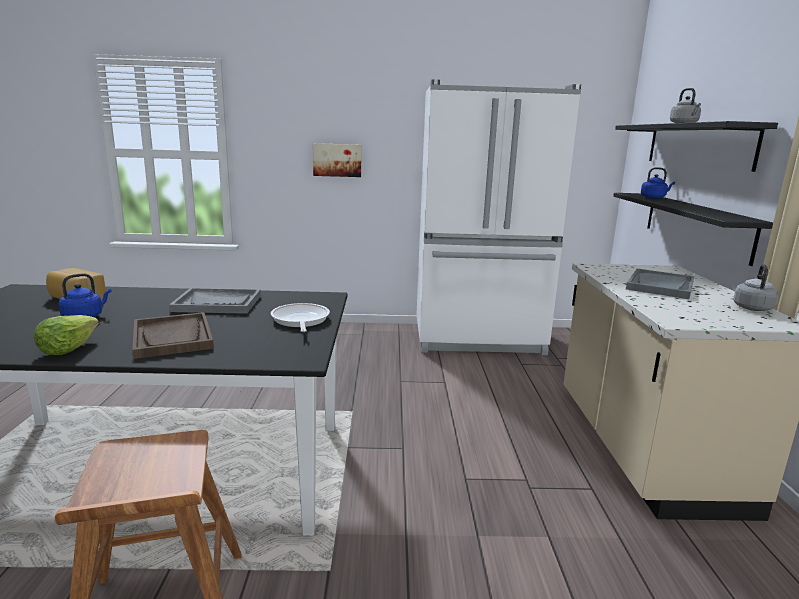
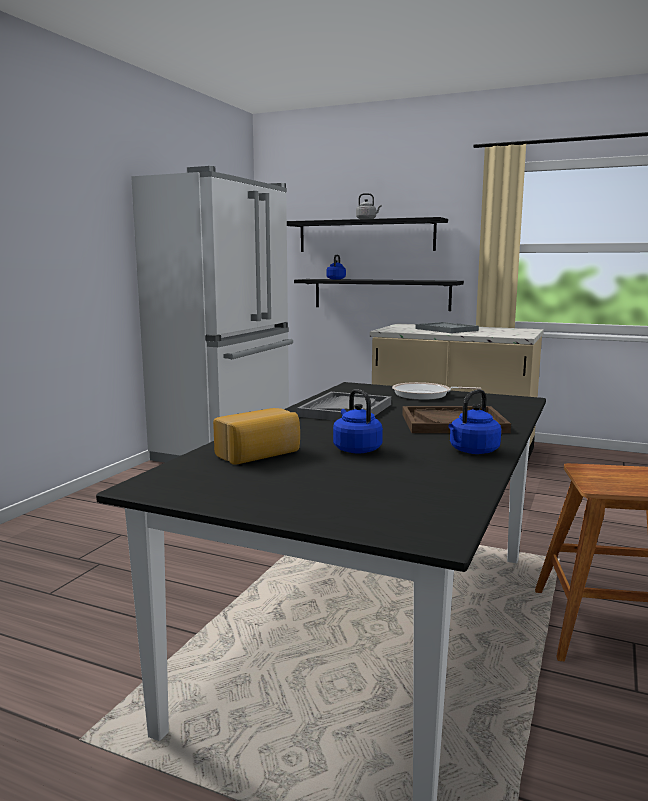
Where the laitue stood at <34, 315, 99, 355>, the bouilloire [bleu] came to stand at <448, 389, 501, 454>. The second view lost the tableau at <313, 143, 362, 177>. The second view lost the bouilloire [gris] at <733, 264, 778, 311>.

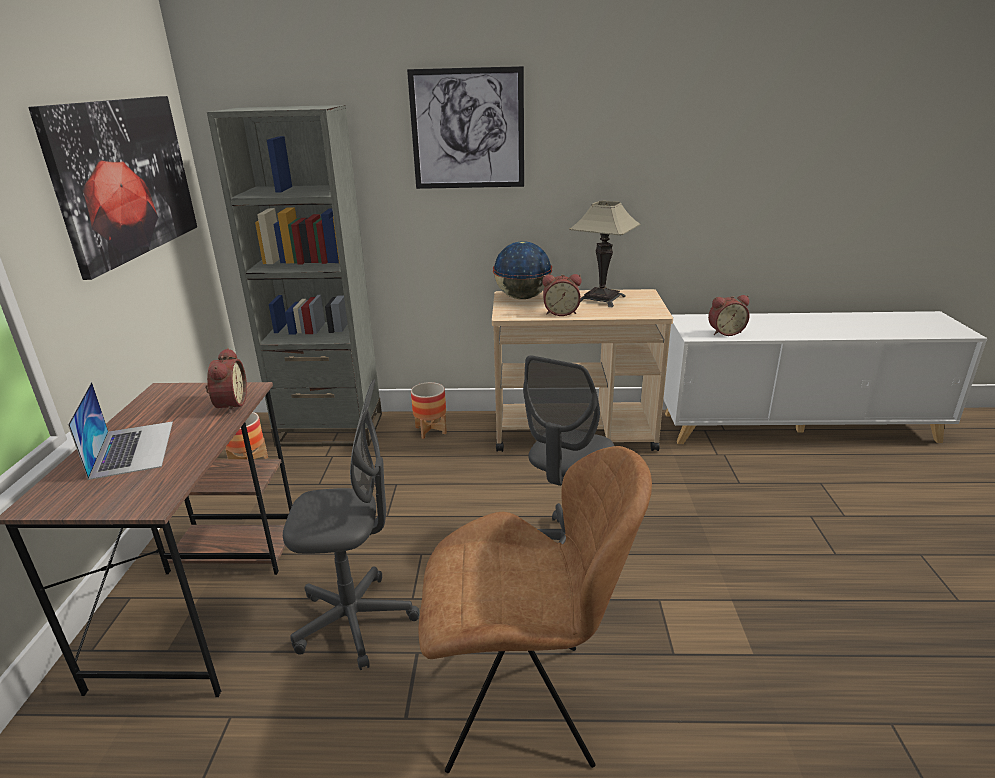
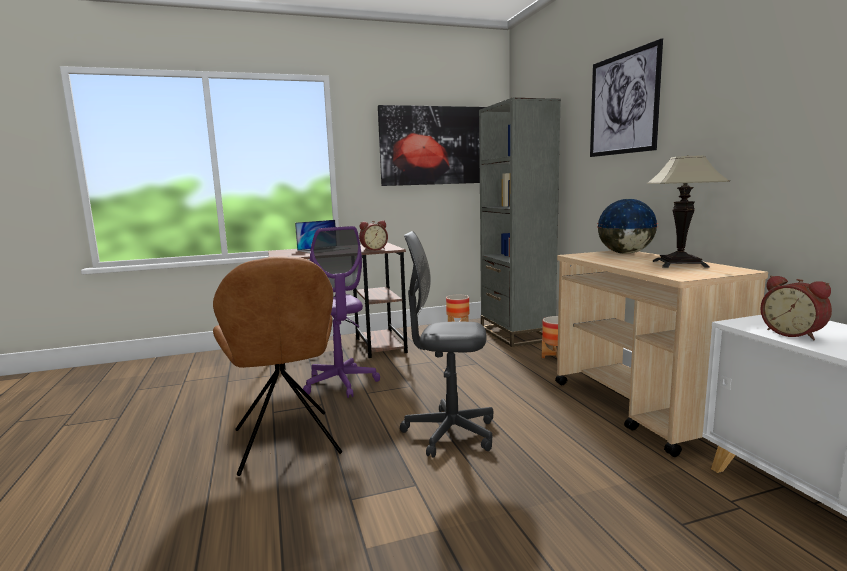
What was the chaise de bureau [gris] at <283, 380, 419, 670> turned into the chaise de bureau [violet] at <303, 226, 380, 398>. The second view lost the réveil at <542, 274, 582, 316>.

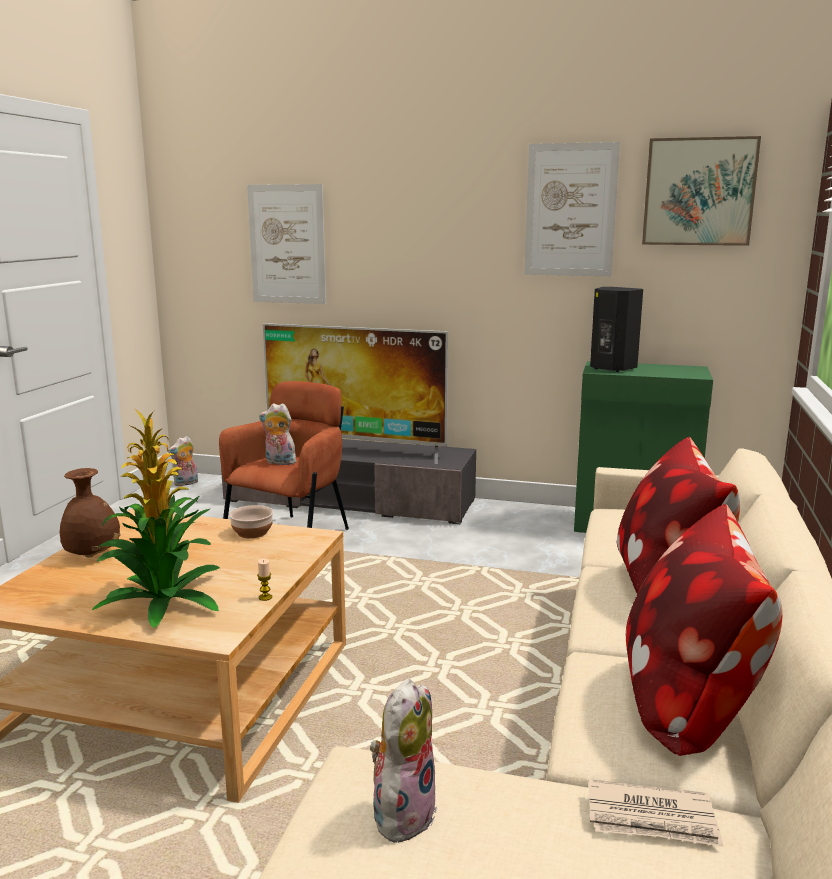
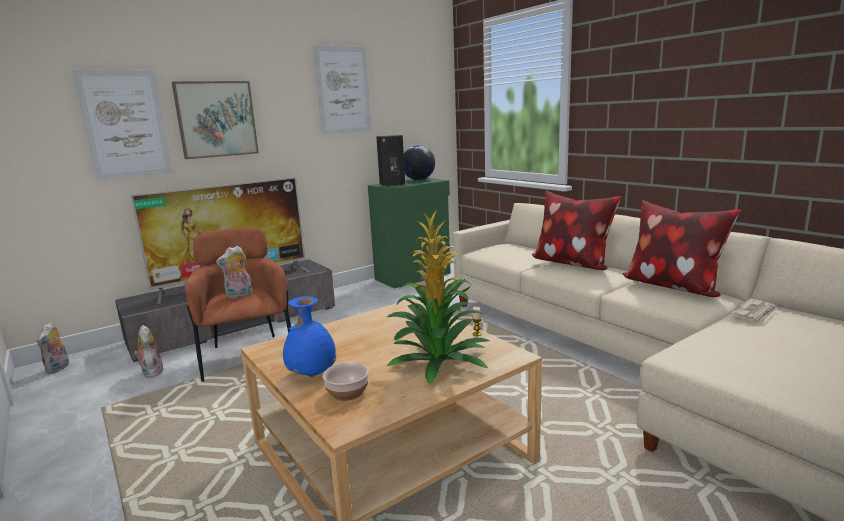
The peluche ended up elsewhere, having gone from <370, 679, 437, 843> to <134, 325, 164, 377>. The tableau ended up elsewhere, having gone from <642, 136, 761, 246> to <172, 81, 259, 159>. What was the vase [marron] at <59, 468, 121, 558> turned into the vase [bleu] at <283, 296, 336, 377>. The bol ended up elsewhere, having gone from <229, 505, 273, 538> to <323, 362, 369, 401>. The second view gained the globe at <404, 145, 435, 180>.

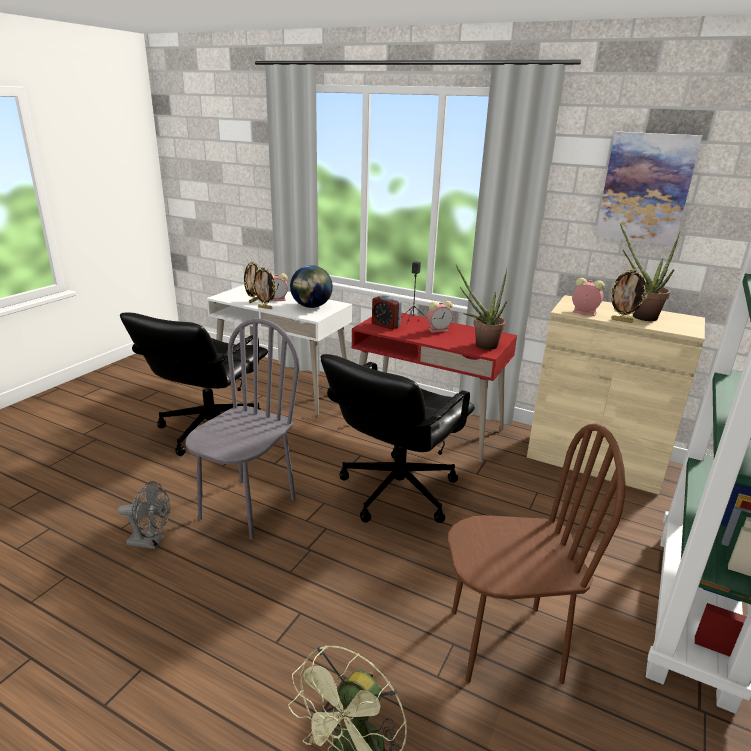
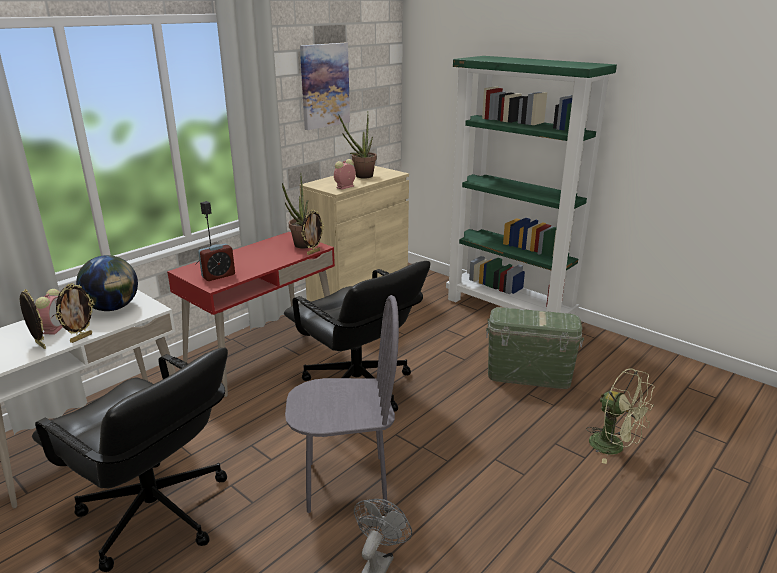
The chaise [gris] at <185, 318, 300, 540> ended up facing another way, 135 degrees clockwise from before. The cadre photo ended up elsewhere, having gone from <609, 268, 648, 323> to <301, 210, 324, 255>. Where the chaise [marron] stood at <448, 424, 625, 684>, the boîte de rangement [vert] came to stand at <486, 307, 584, 389>. The second view lost the réveil at <427, 301, 453, 333>.

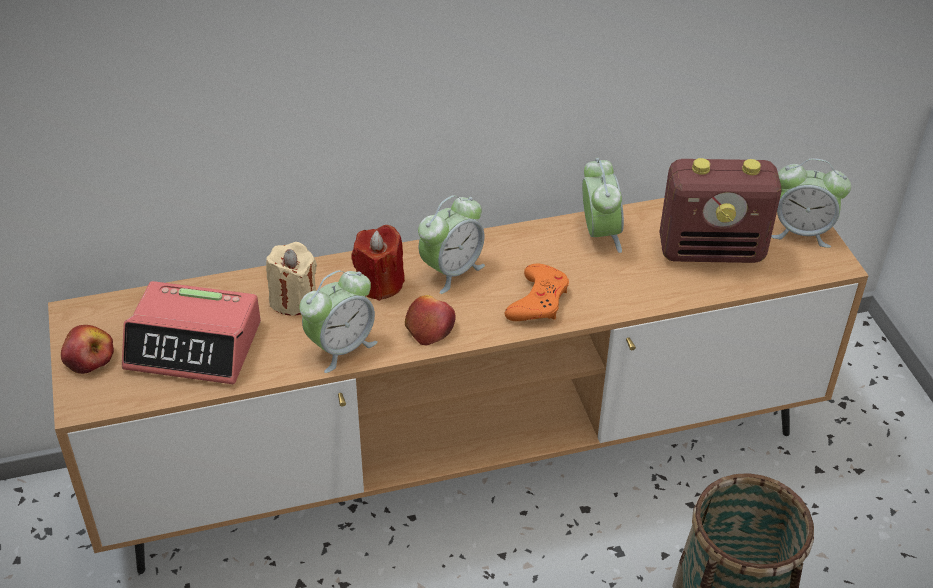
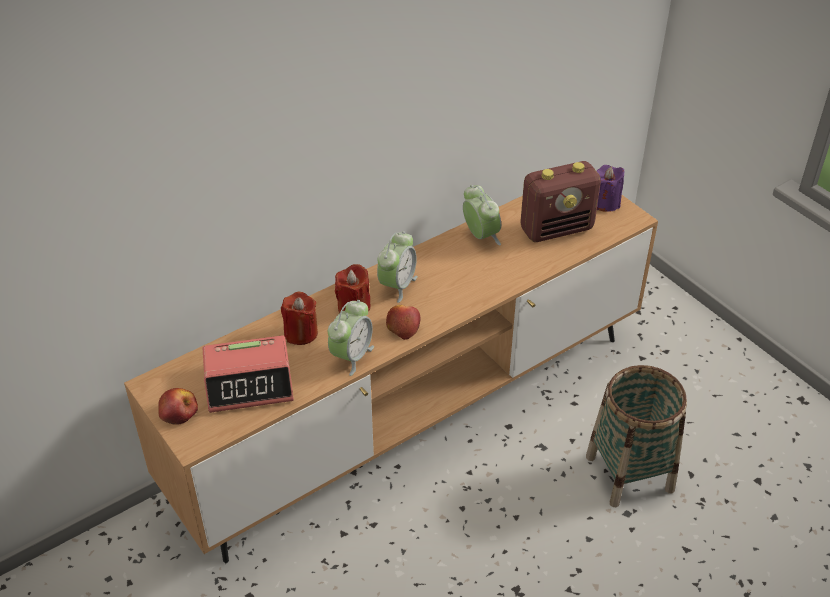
What was the bougie [beige] at <266, 242, 317, 315> turned into the bougie [rouge] at <281, 291, 318, 345>. Where the réveil stood at <771, 158, 851, 248>, the bougie [violet] came to stand at <597, 165, 624, 212>. The second view lost the manette [orange] at <505, 264, 569, 321>.

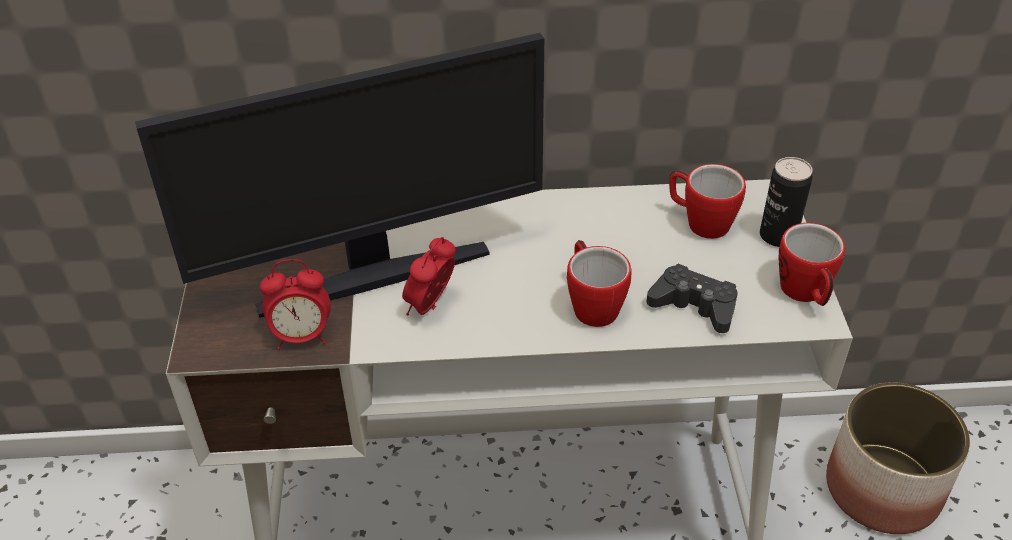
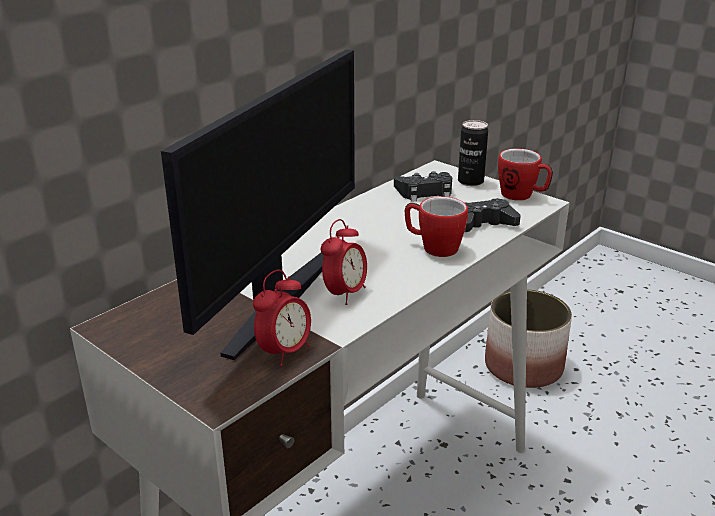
The réveil at <402, 237, 456, 315> ended up facing another way, 135 degrees counterclockwise from before. Where the mug stood at <669, 164, 746, 239>, the manette [noir] came to stand at <394, 171, 452, 202>.

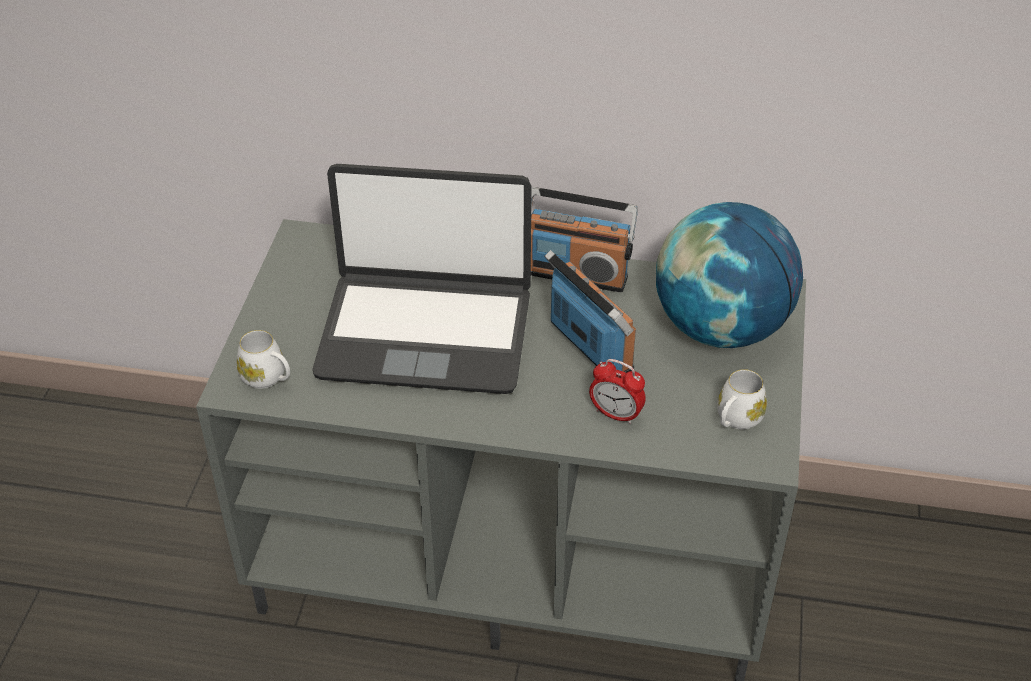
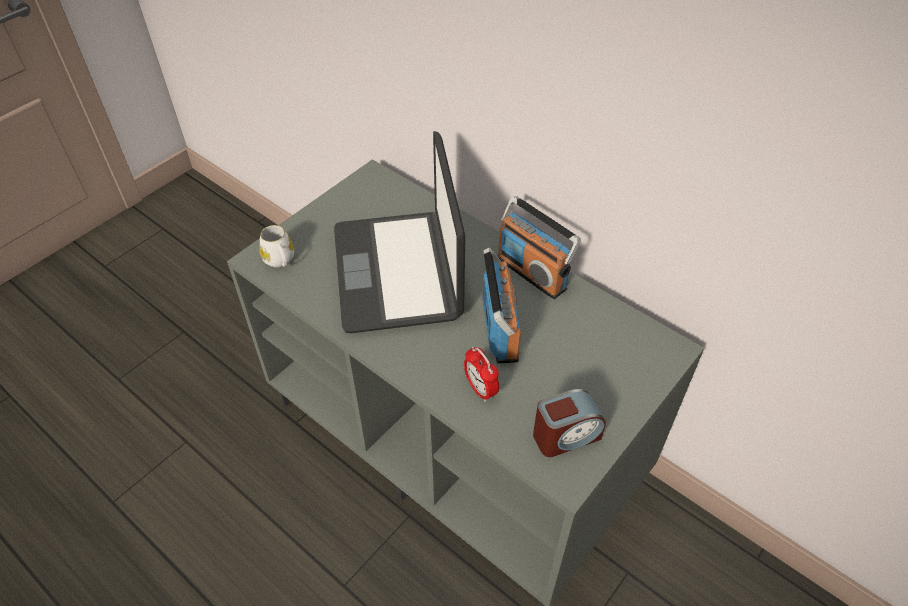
The ordinateur portable at <312, 164, 532, 394> ended up facing another way, 45 degrees clockwise from before. Where the mug [blanc] stood at <717, 369, 767, 429>, the réveil came to stand at <533, 389, 606, 457>. The second view lost the globe at <656, 202, 803, 348>.

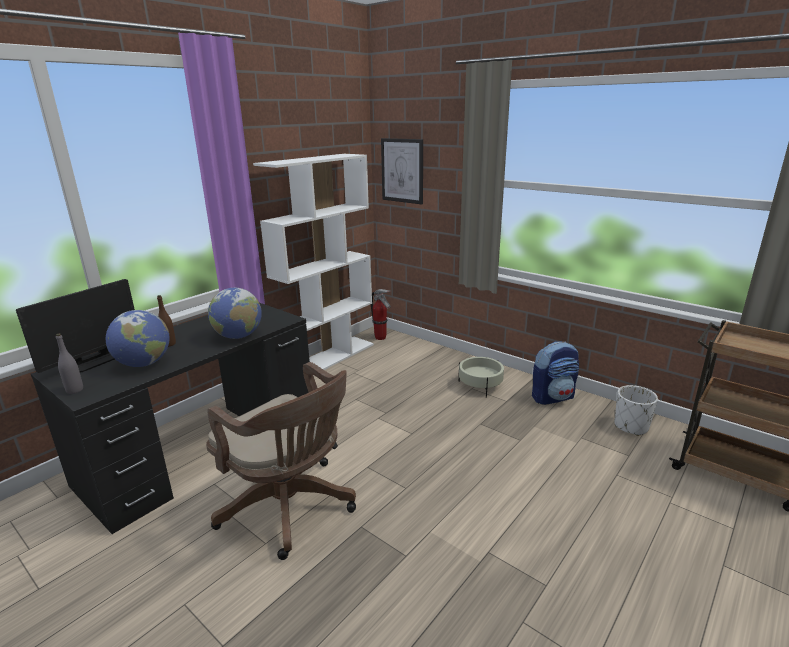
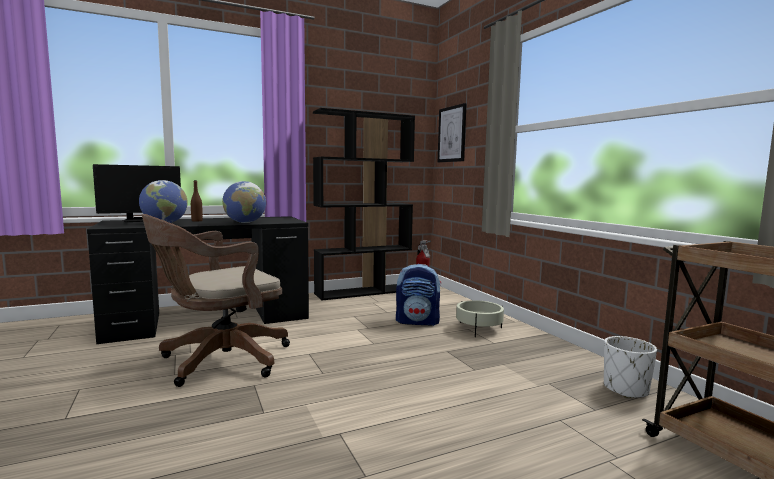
The chaise de bureau [marron] at <206, 362, 356, 560> ended up facing another way, 75 degrees clockwise from before. What was the bibliothèque [blanc] at <253, 154, 374, 376> turned into the bibliothèque [noir] at <313, 108, 415, 300>. The sac à dos ended up elsewhere, having gone from <532, 341, 579, 405> to <396, 264, 442, 326>. The second view lost the bouteille [gris] at <56, 334, 83, 394>.

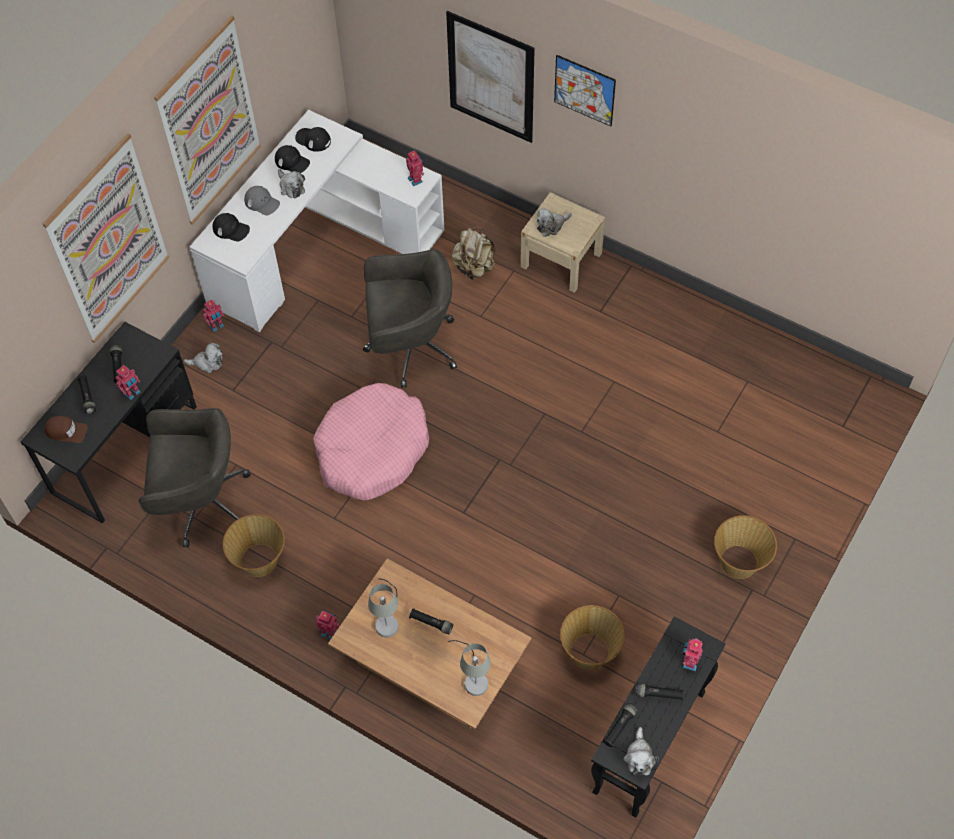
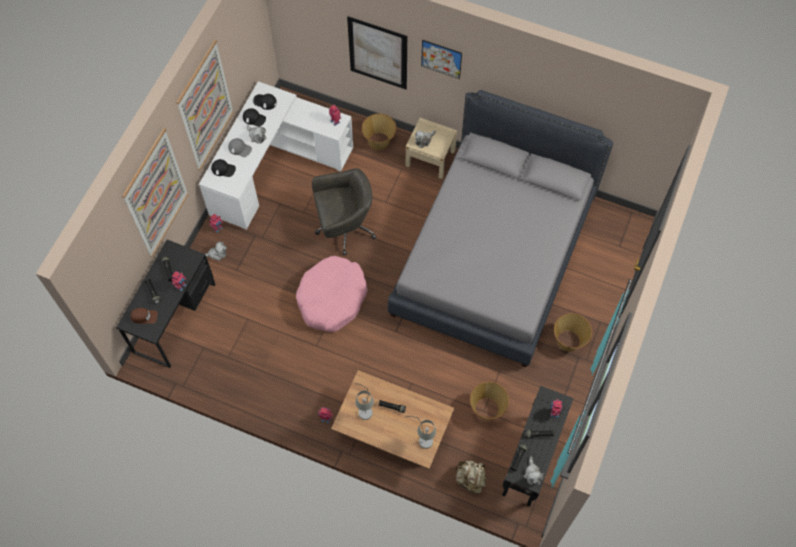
The panier ended up elsewhere, having gone from <223, 514, 285, 577> to <362, 114, 396, 150>. The second view gained the lit [gris] at <388, 90, 614, 367>. The sac à dos [beige] ended up elsewhere, having gone from <451, 226, 495, 280> to <455, 461, 487, 493>. The second view lost the chaise de bureau [gris] at <139, 408, 251, 547>.

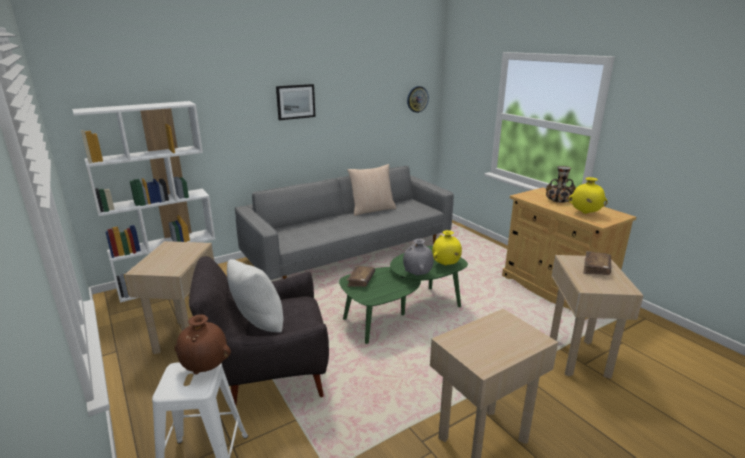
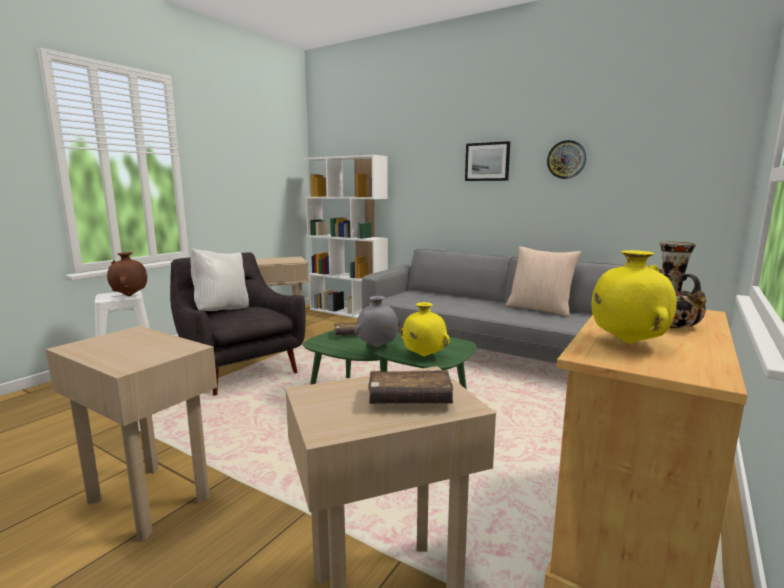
The horloge murale ended up elsewhere, having gone from <407, 86, 429, 113> to <547, 140, 586, 179>.

